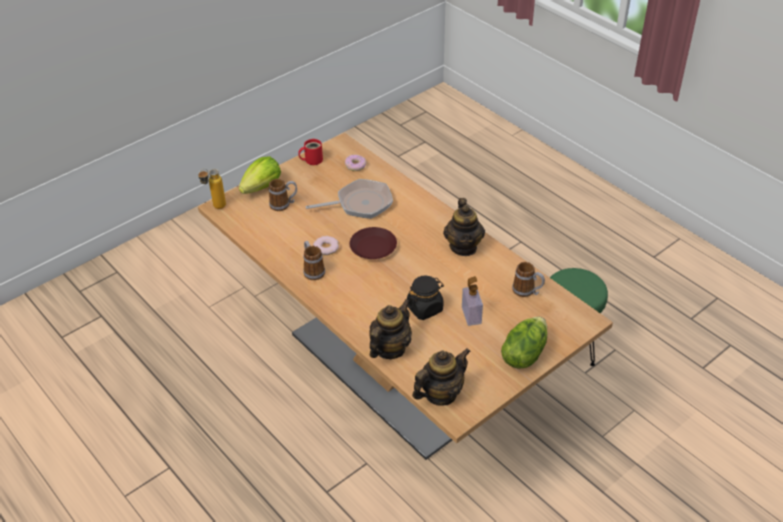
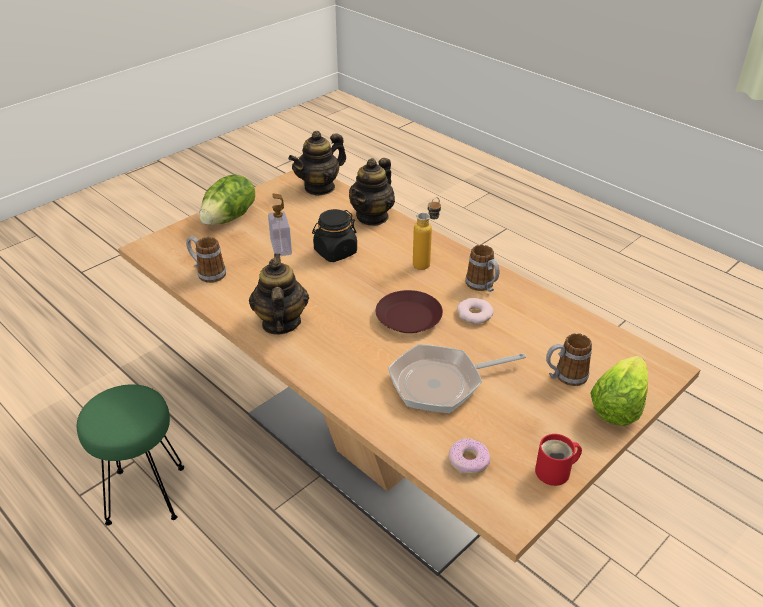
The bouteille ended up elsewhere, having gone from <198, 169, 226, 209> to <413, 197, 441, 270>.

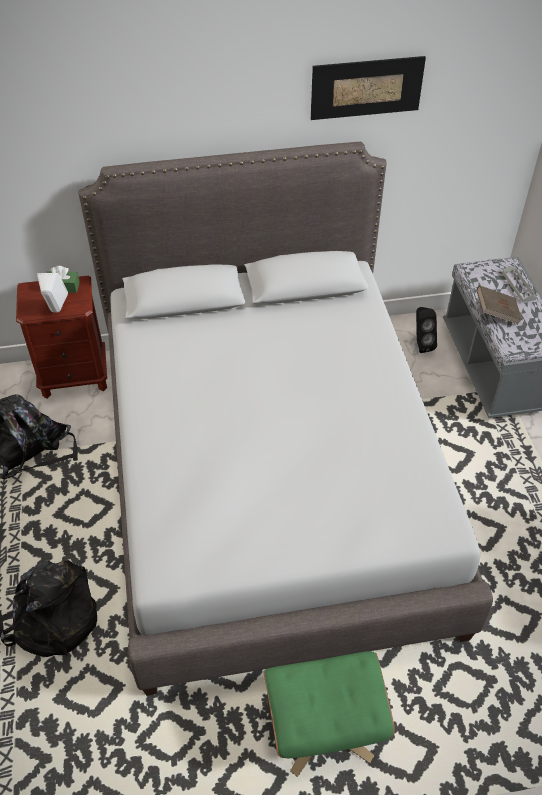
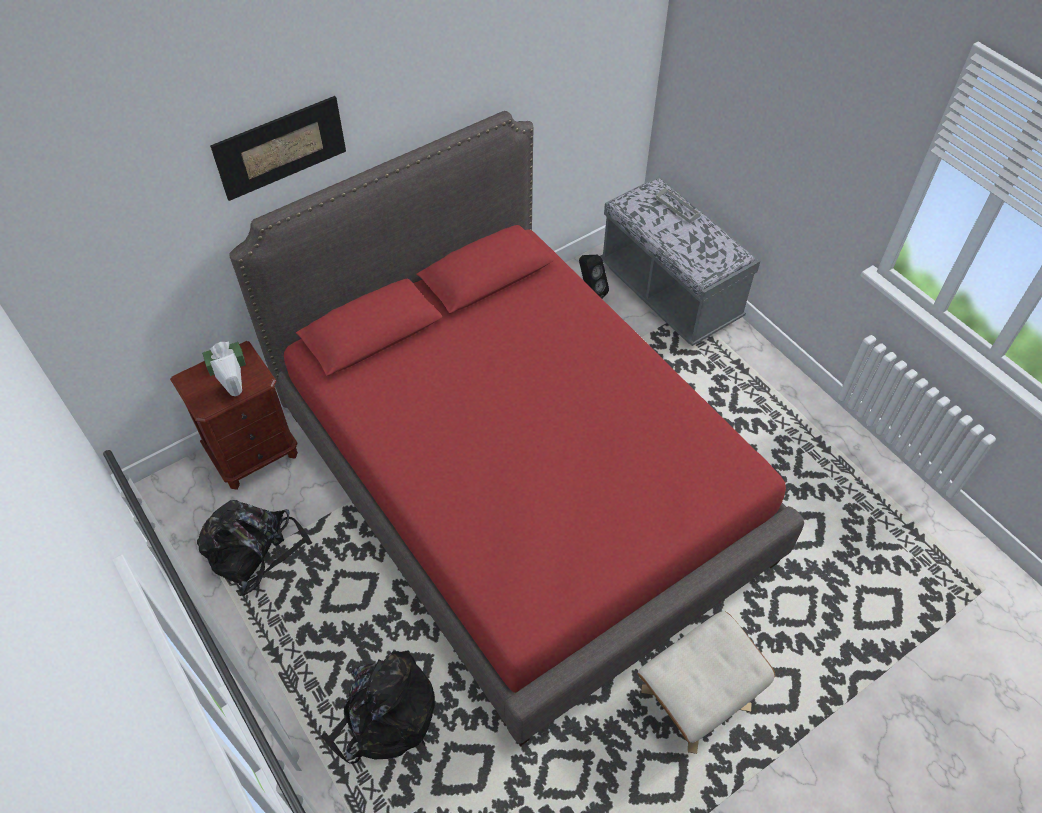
The tableau ended up elsewhere, having gone from <311, 56, 426, 120> to <210, 96, 346, 201>. What was the lit [gris] at <78, 142, 493, 696> turned into the lit [rouge] at <229, 111, 804, 746>. What was the pouf [vert] at <263, 651, 395, 777> turned into the pouf [beige] at <637, 611, 775, 754>. The second view lost the livre [marron] at <476, 286, 522, 324>.

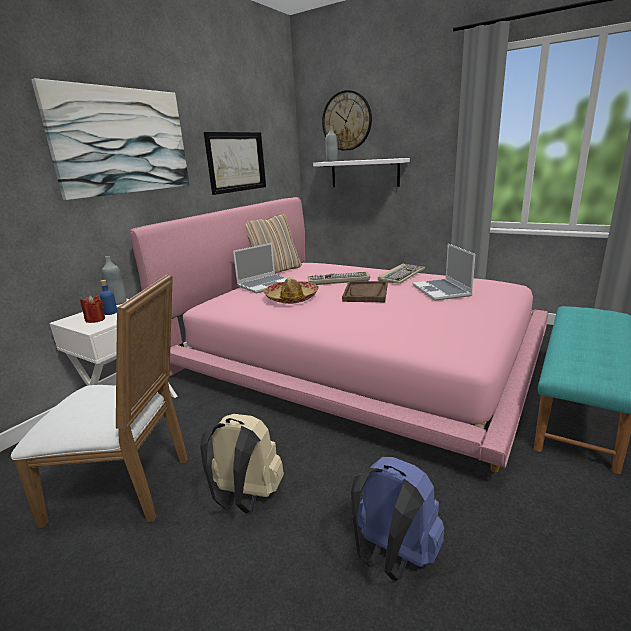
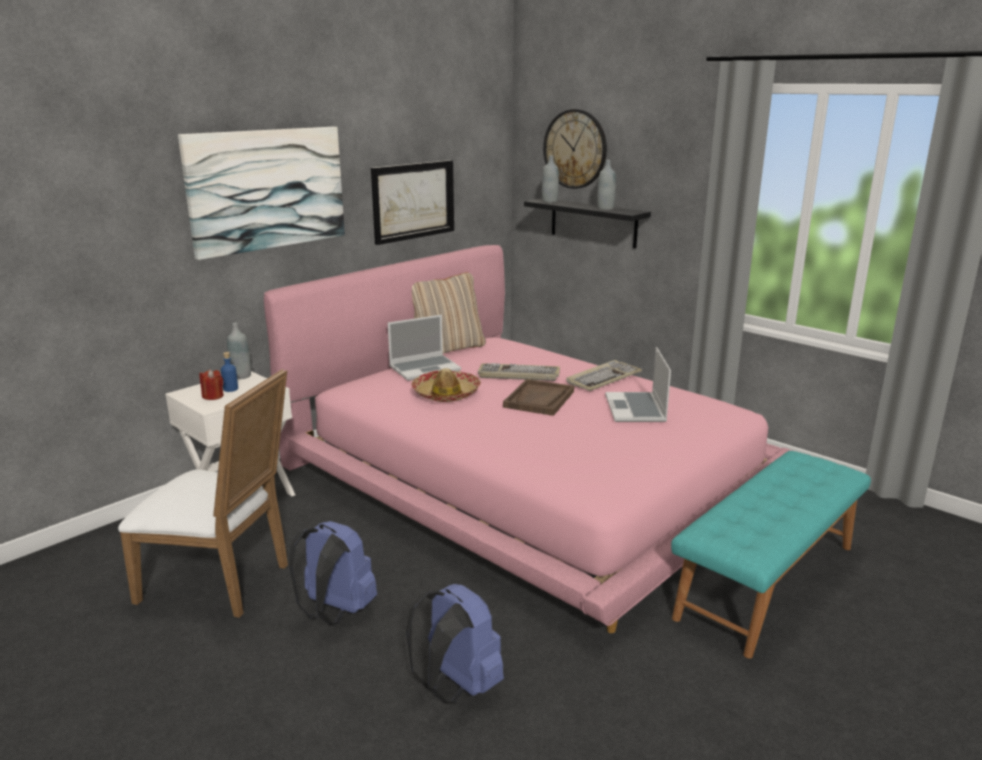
What was the sac à dos [beige] at <200, 414, 284, 513> turned into the sac à dos [bleu] at <289, 521, 377, 625>. What was the étagère [blanc] at <313, 158, 410, 187> turned into the étagère [noir] at <524, 199, 651, 248>. The second view gained the bouteille [gris] at <597, 160, 616, 210>.

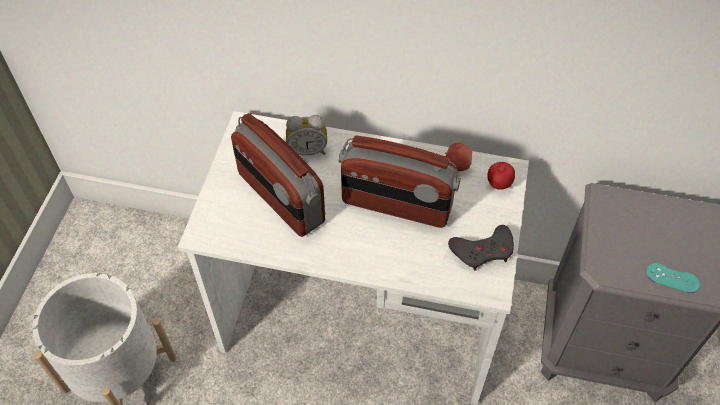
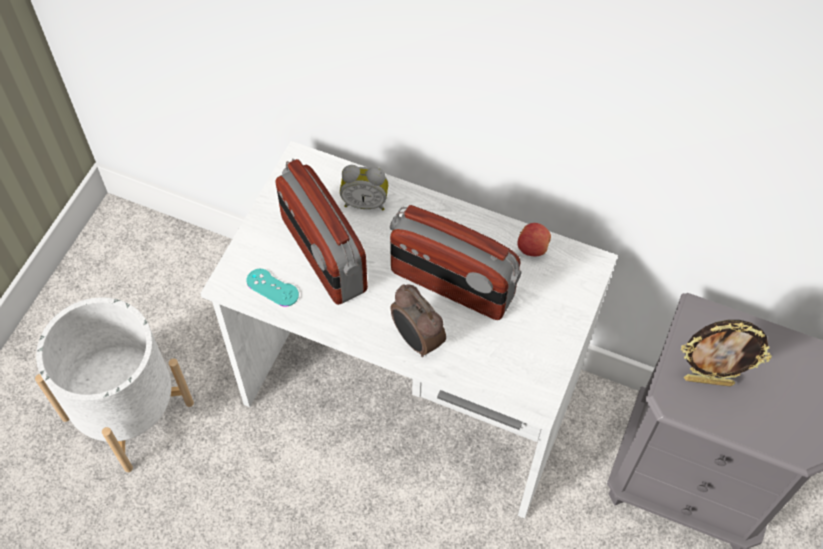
The manette [turquoise] ended up elsewhere, having gone from <646, 263, 700, 293> to <247, 269, 299, 307>. The second view gained the réveil at <391, 284, 446, 357>. The second view gained the cadre photo at <681, 320, 772, 386>. The second view lost the manette [gris] at <448, 225, 514, 271>. The second view lost the pomme at <487, 162, 515, 190>.

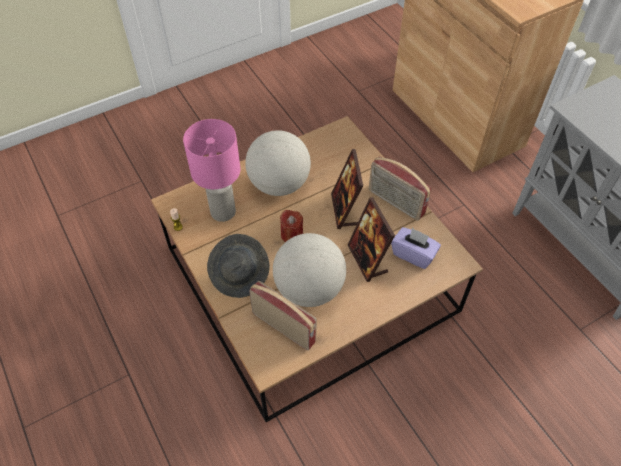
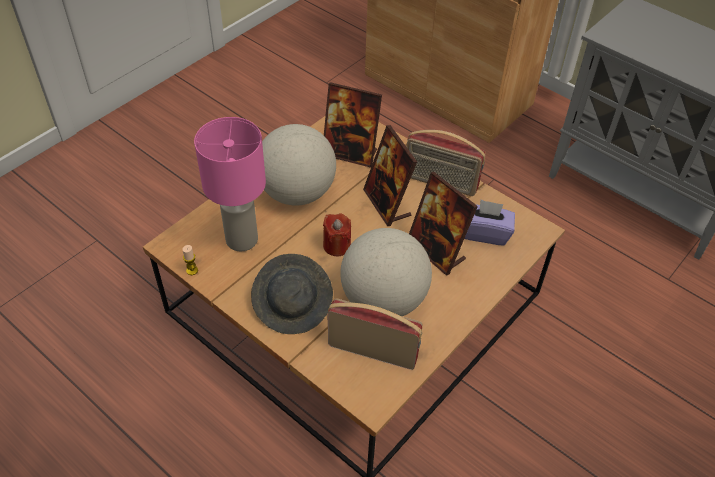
The second view gained the cadre photo at <324, 82, 382, 168>.

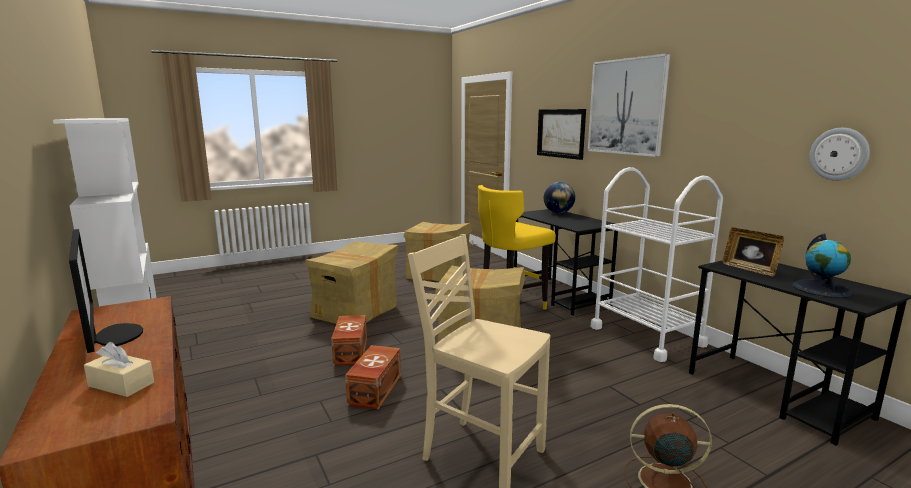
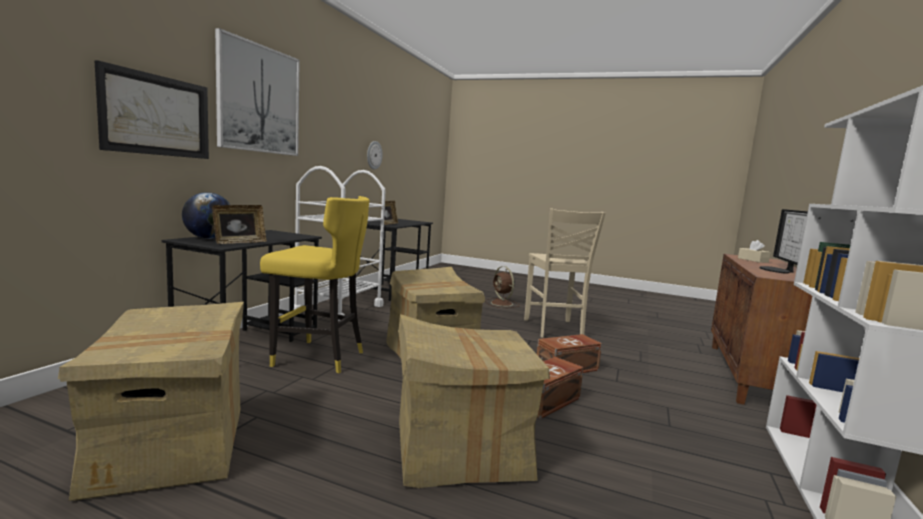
The second view gained the cadre photo at <212, 205, 267, 244>. The second view lost the globe at <792, 234, 853, 298>.

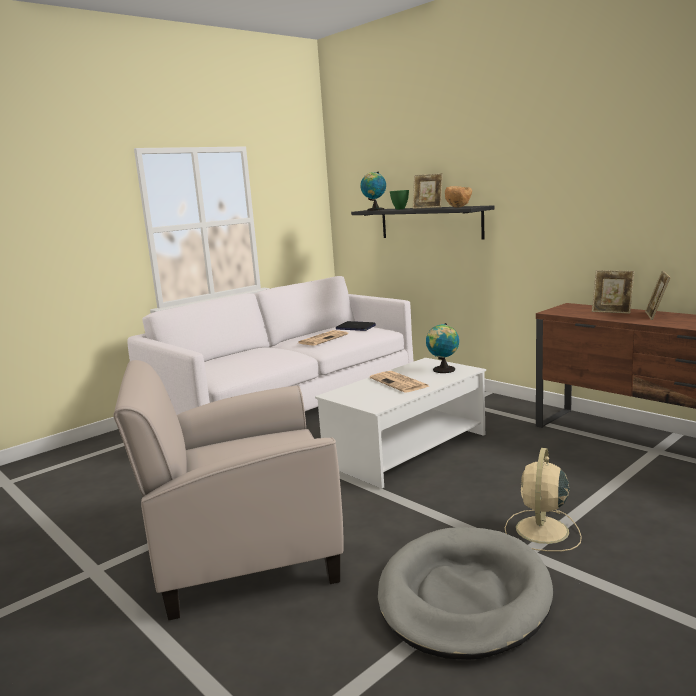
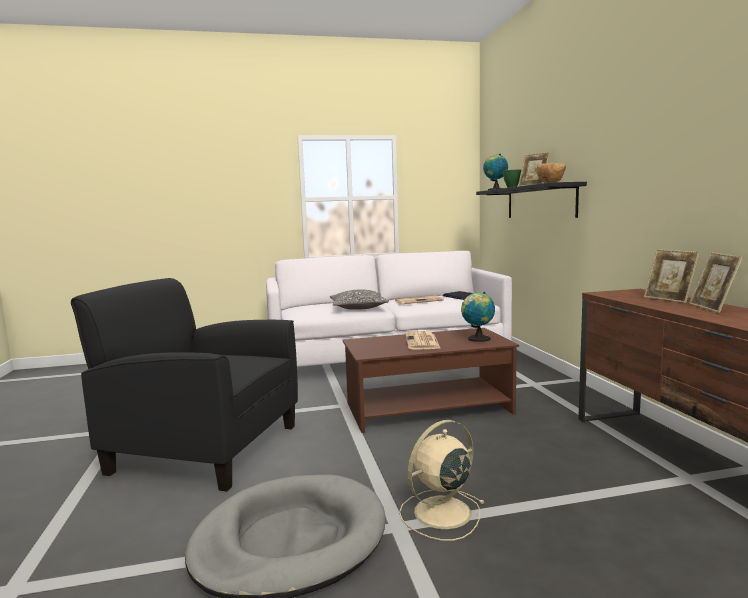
What was the fauteuil [beige] at <113, 360, 344, 620> turned into the fauteuil [noir] at <71, 278, 298, 491>. The second view gained the coussin at <330, 289, 389, 310>. What was the table basse [blanc] at <315, 358, 486, 489> turned into the table basse [marron] at <342, 328, 519, 433>. The cadre photo at <645, 271, 671, 320> ended up facing another way, 45 degrees counterclockwise from before.

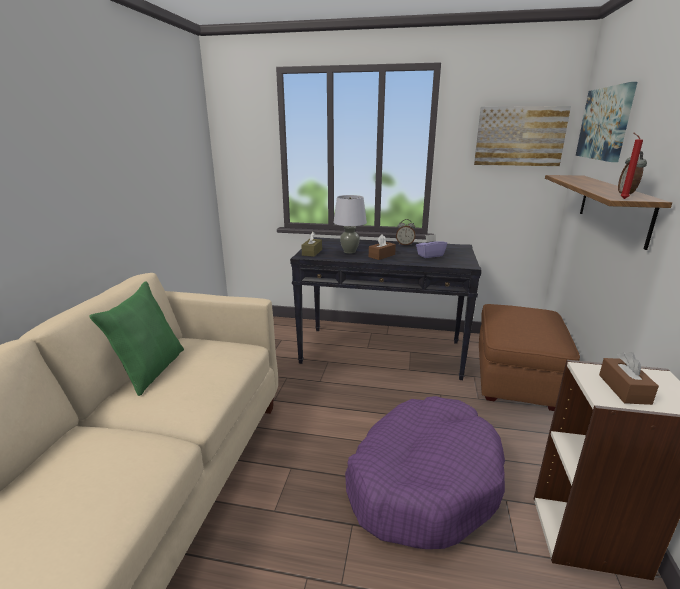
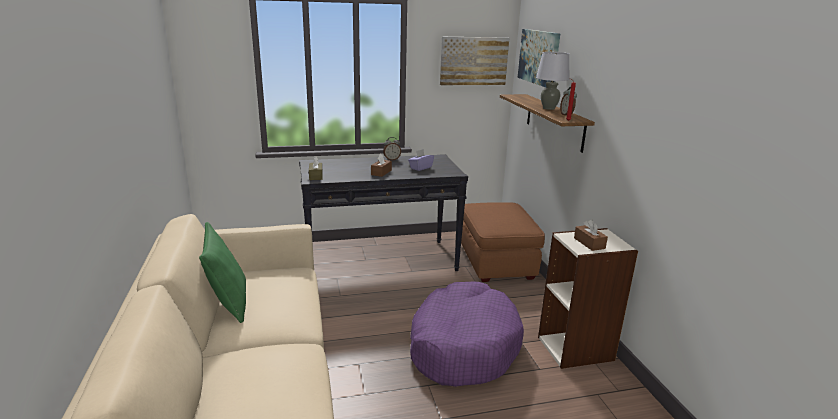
The lampe de table [gris] ended up elsewhere, having gone from <333, 195, 367, 254> to <536, 52, 570, 110>.

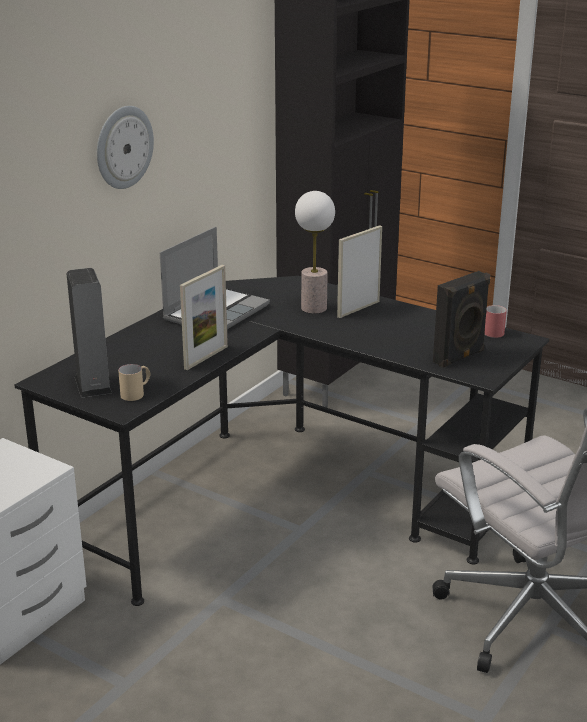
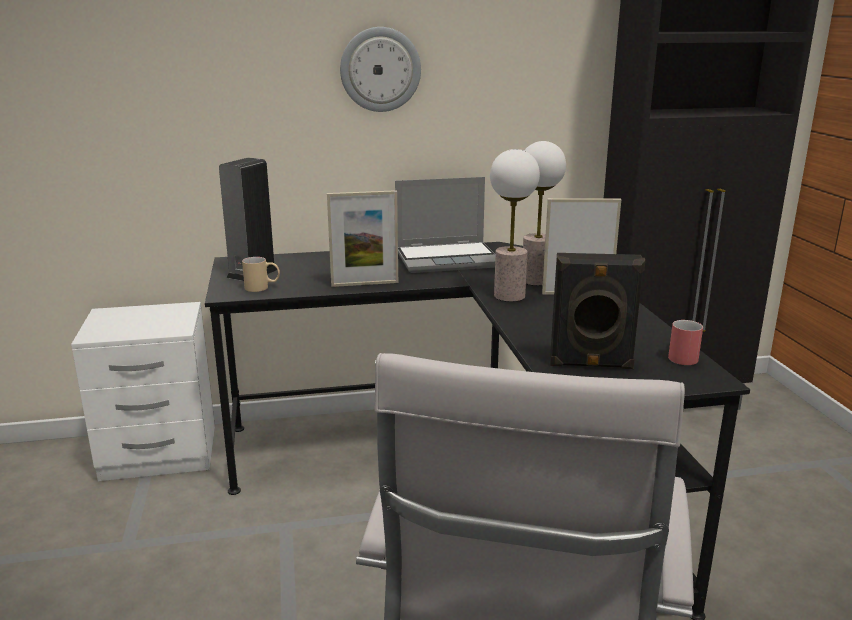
The second view gained the lampe de table at <490, 149, 540, 302>.

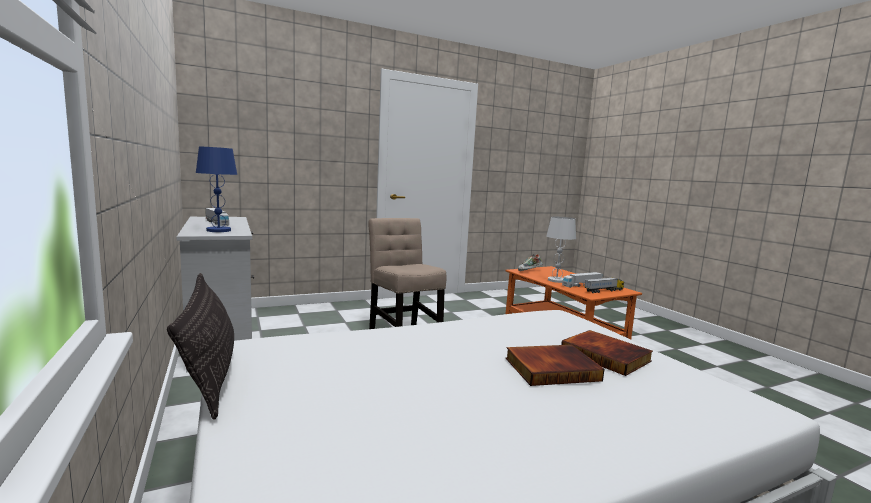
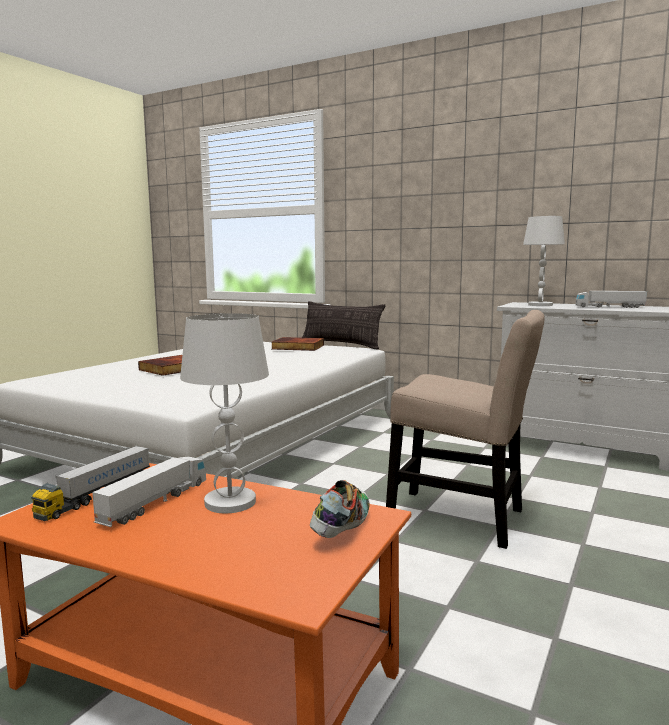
The livre ended up elsewhere, having gone from <561, 330, 653, 376> to <272, 337, 324, 351>. What was the lampe de table [bleu] at <196, 147, 237, 232> turned into the lampe de table [blanc] at <523, 216, 565, 306>.

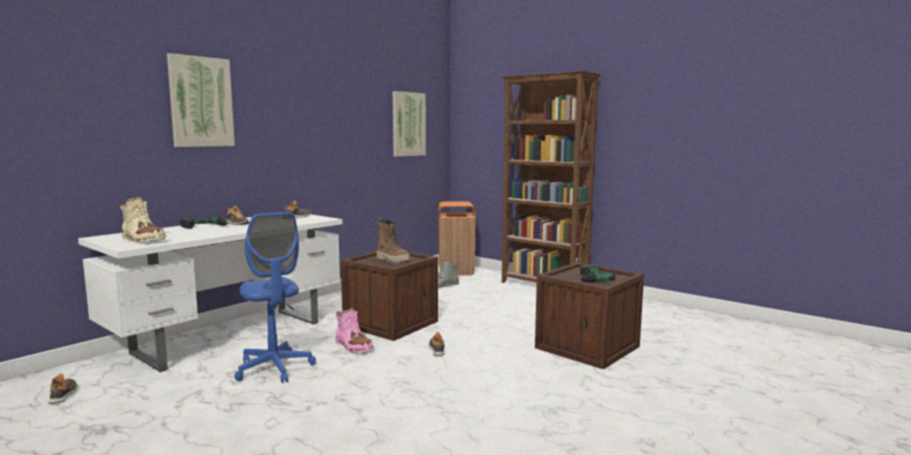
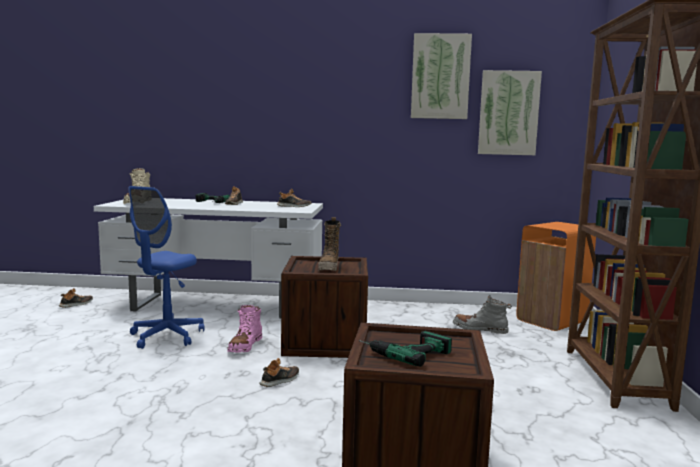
The tableau ended up elsewhere, having gone from <167, 53, 235, 147> to <411, 33, 472, 119>.

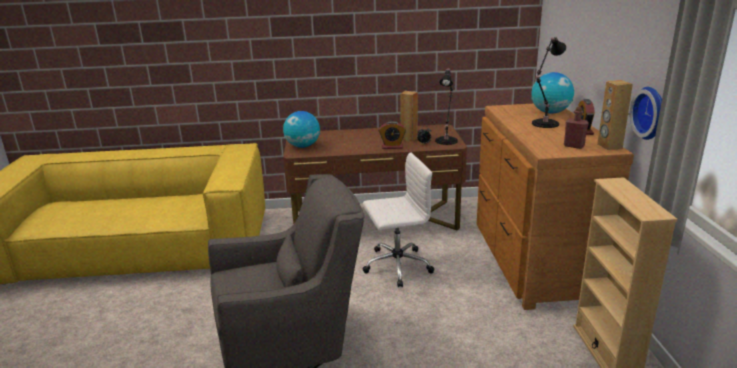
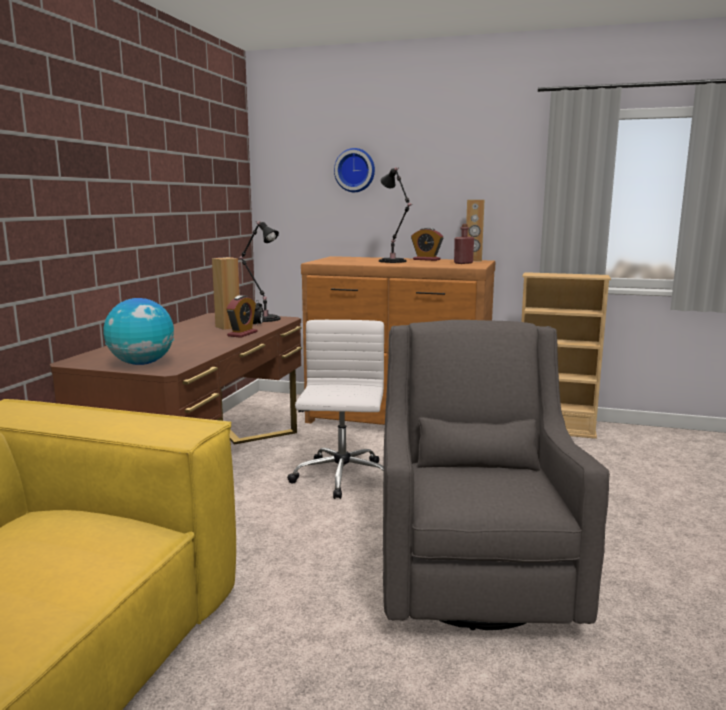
The horloge murale ended up elsewhere, having gone from <630, 87, 662, 140> to <334, 148, 375, 192>. The second view lost the globe at <531, 72, 574, 114>.

